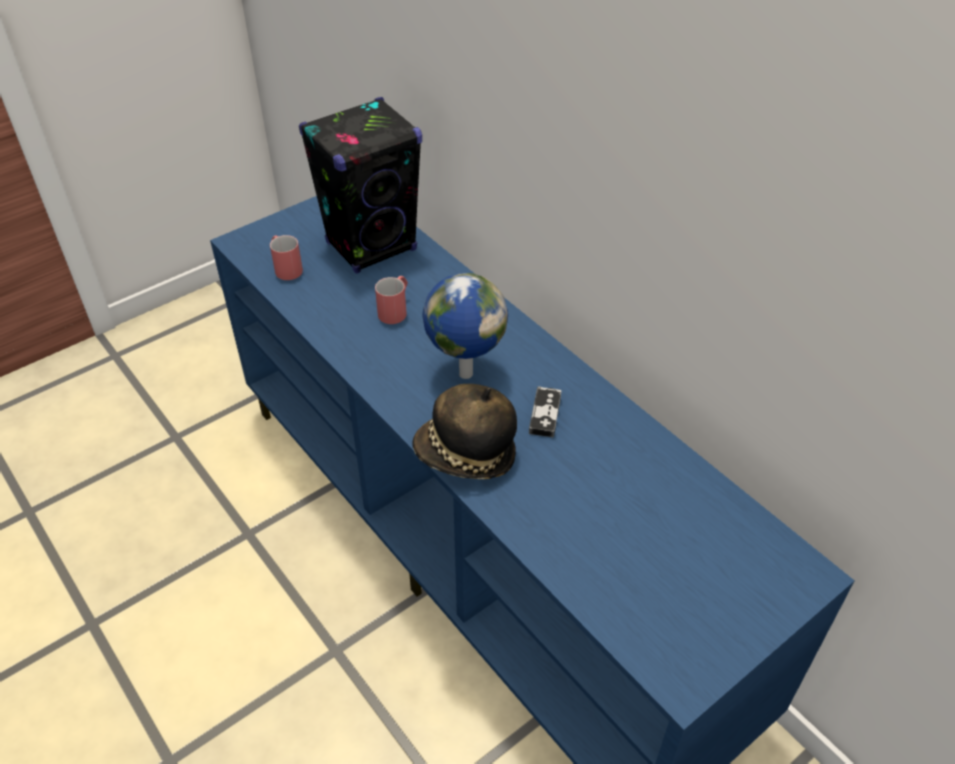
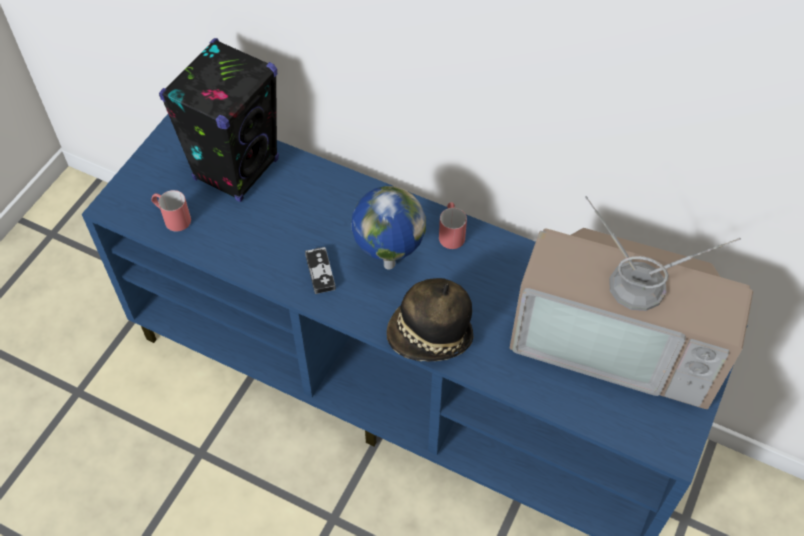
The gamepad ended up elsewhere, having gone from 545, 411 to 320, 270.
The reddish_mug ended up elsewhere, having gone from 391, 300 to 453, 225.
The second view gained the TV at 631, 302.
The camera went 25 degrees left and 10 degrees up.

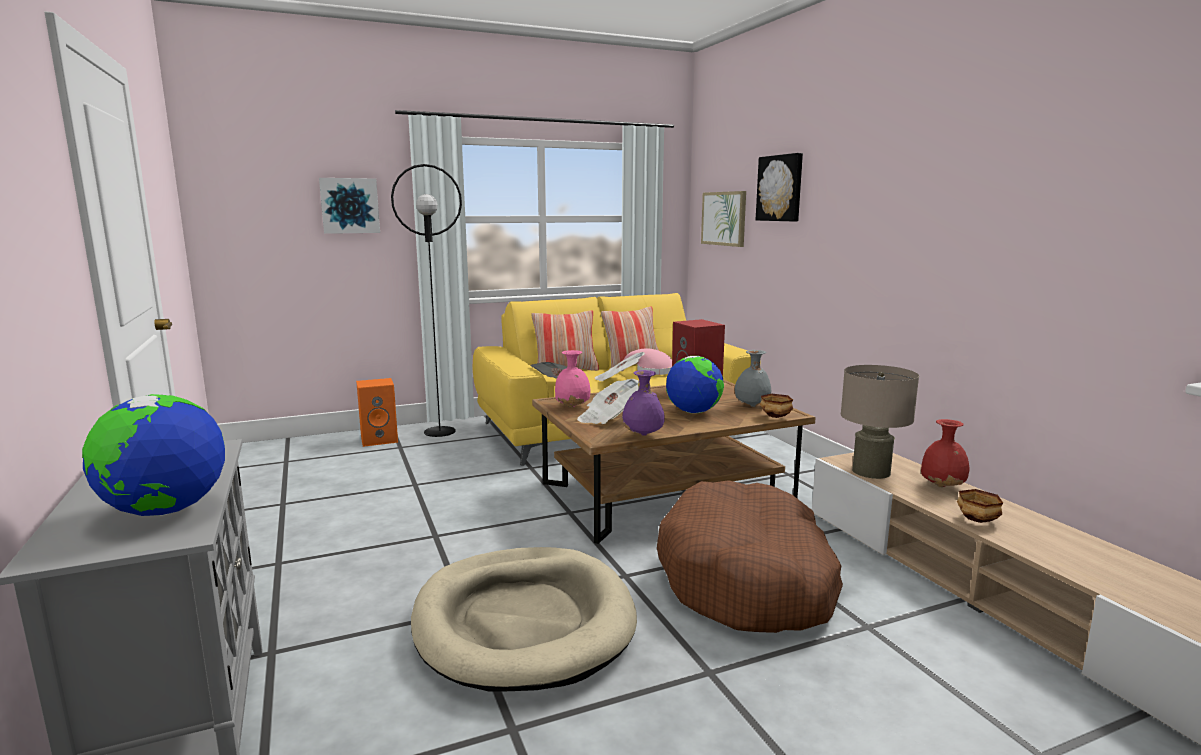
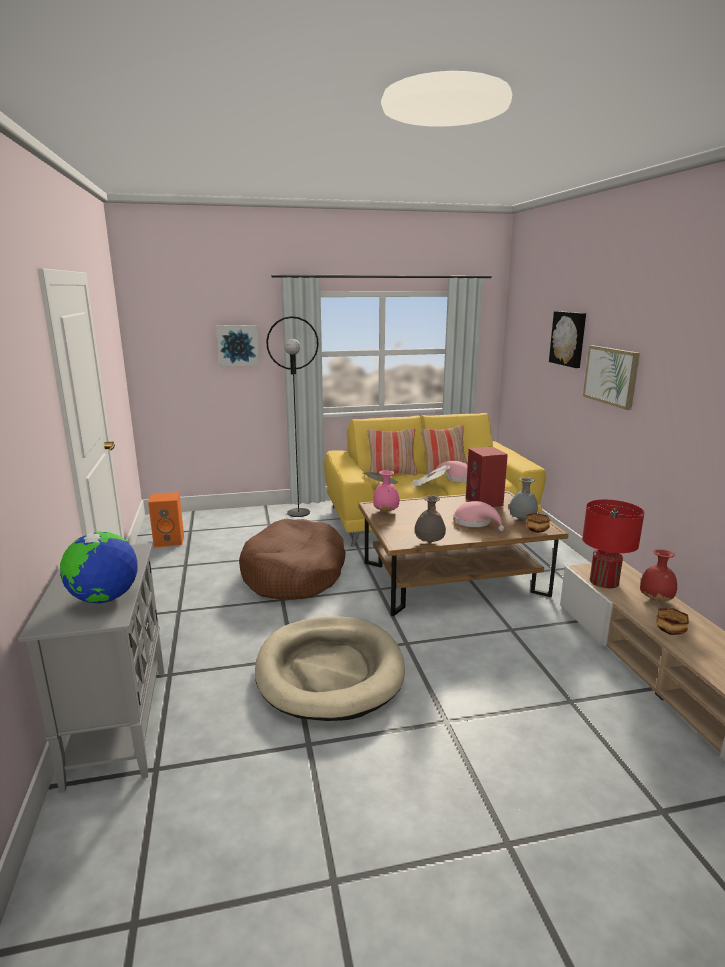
The orange_speaker ended up elsewhere, having gone from 377, 412 to 166, 519.
The brown-coloured_pet_bed ended up elsewhere, having gone from 750, 556 to 292, 558.
What was the purple-coloured_decorative_vase at 643, 403 turned into the gray_decorative_vase at 430, 519.
Where the globe stood at 695, 384, the pink_hat came to stand at 478, 516.
What was the beige_tabletop_lamp at 880, 422 turned into the reddish_tabletop_lamp at 613, 544.
The picture ended up elsewhere, having gone from 723, 219 to 611, 377.
The second view lost the newspaper at 608, 401.
The camera went 10 degrees right and 5 degrees up.

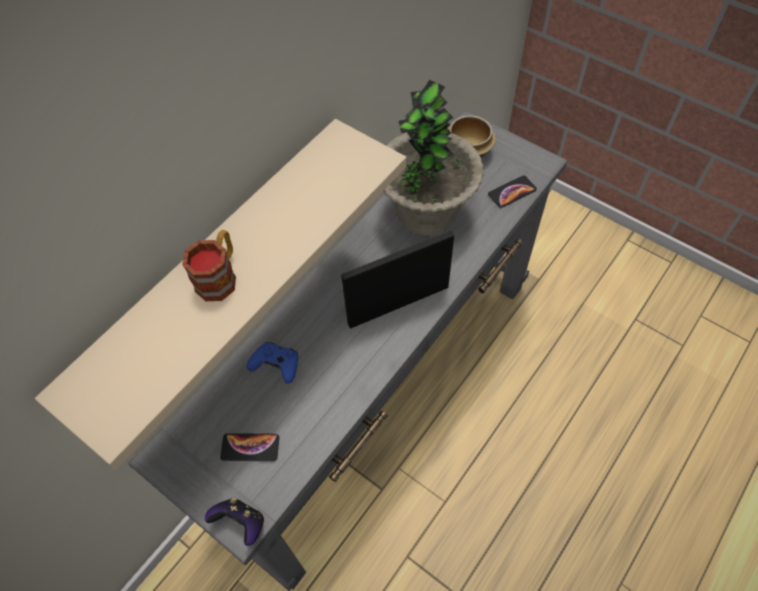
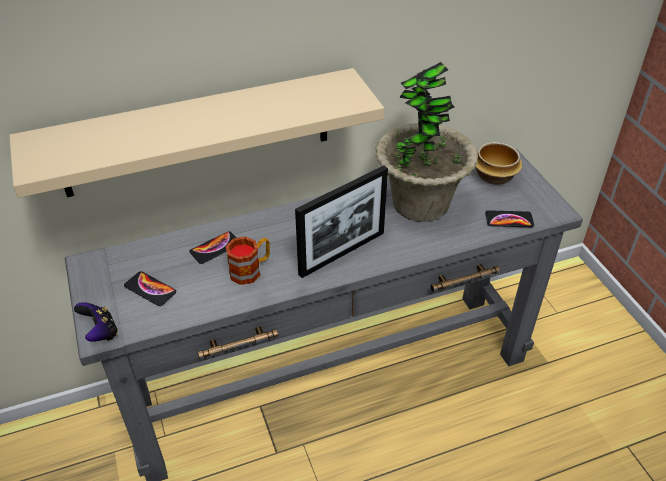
Where the blue_gamepad stood at 272, 363, the telephone came to stand at 213, 247.
The mug ended up elsewhere, having gone from 209, 265 to 248, 260.
The picture_frame at 397, 280 ended up facing another way, 135 degrees clockwise from before.
The camera went 30 degrees right and 15 degrees down.

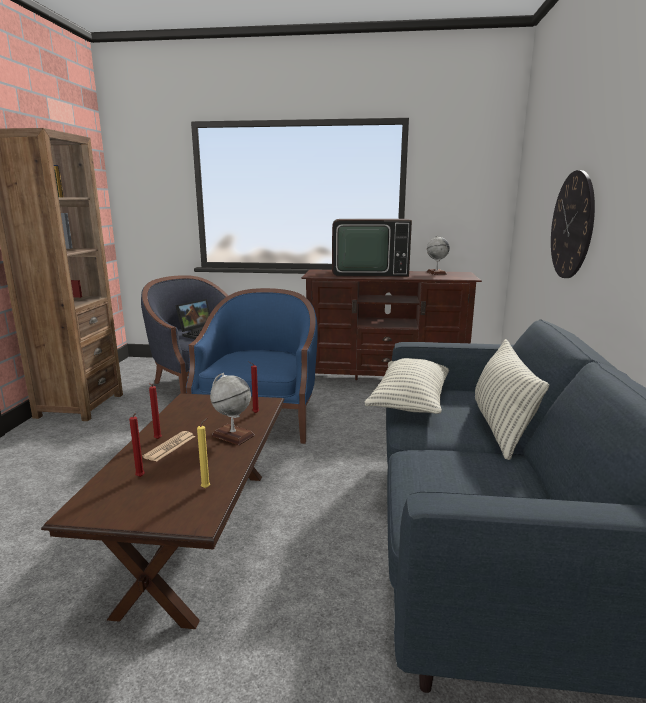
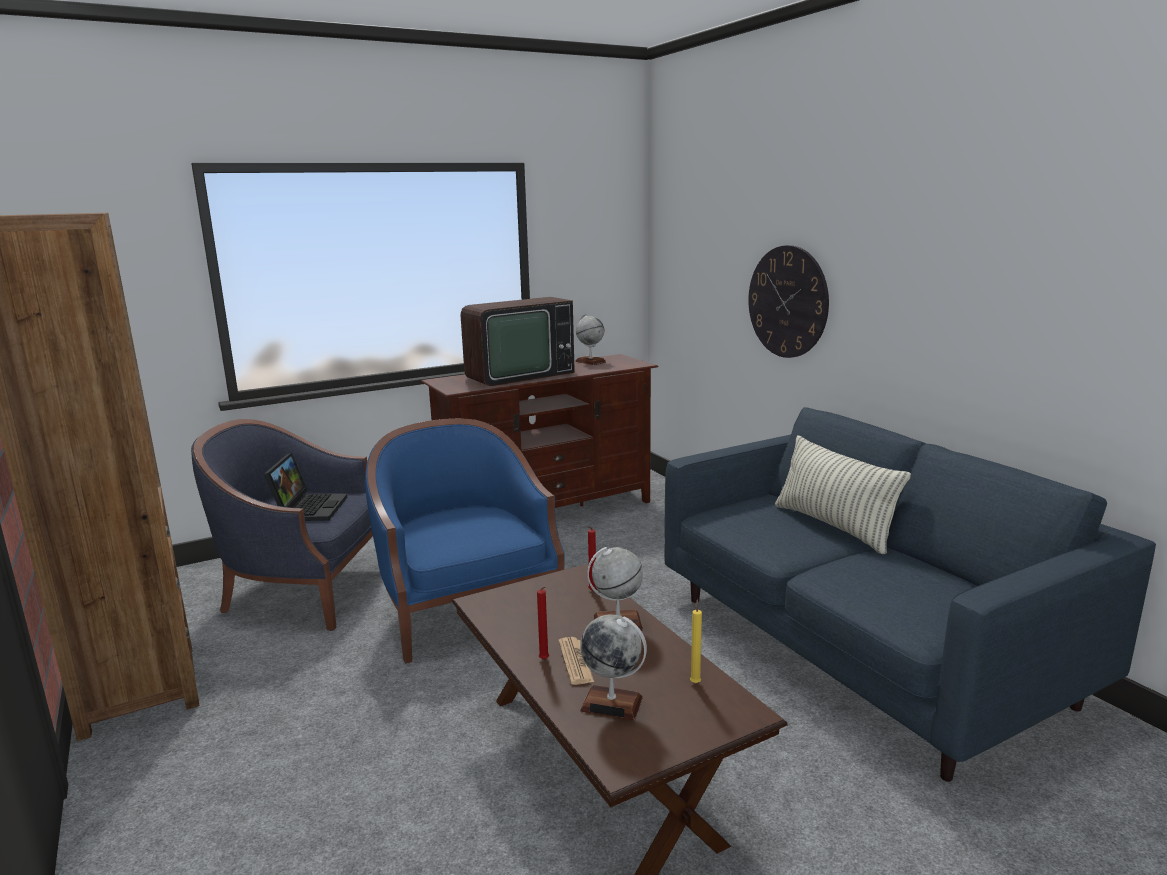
Where the reddish_candle stood at 137, 445, the globe came to stand at 613, 667.
The second view lost the cushion at 407, 386.
The camera went 35 degrees left and 0 degrees up.

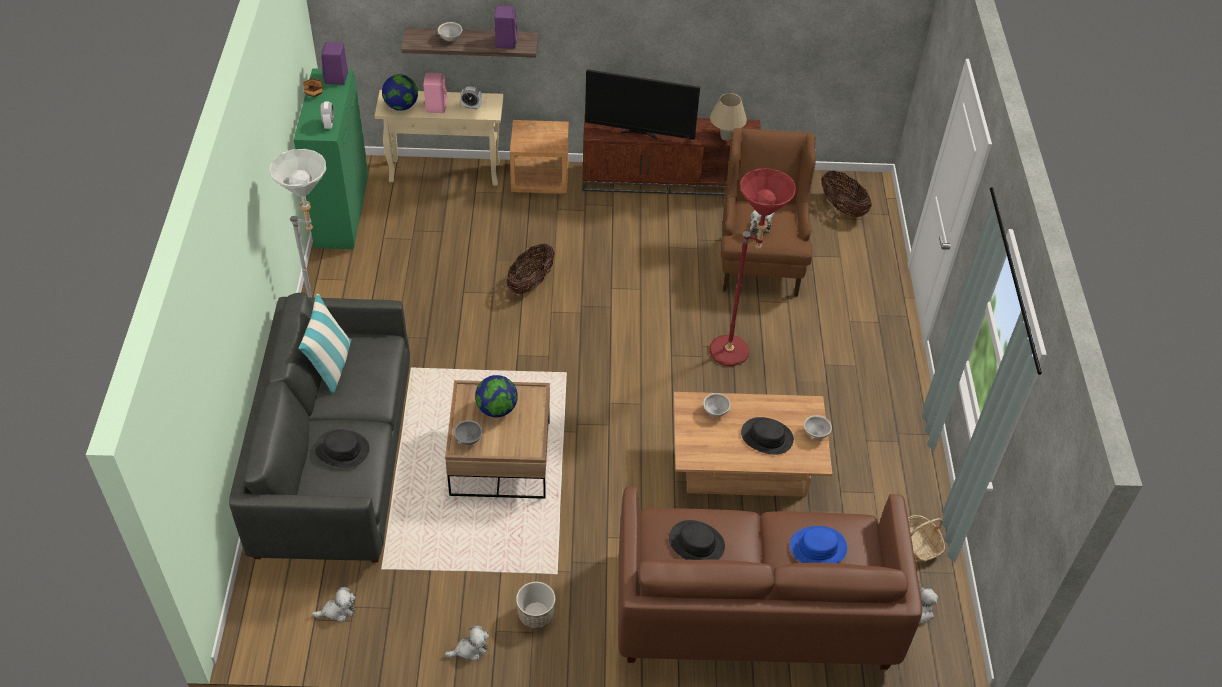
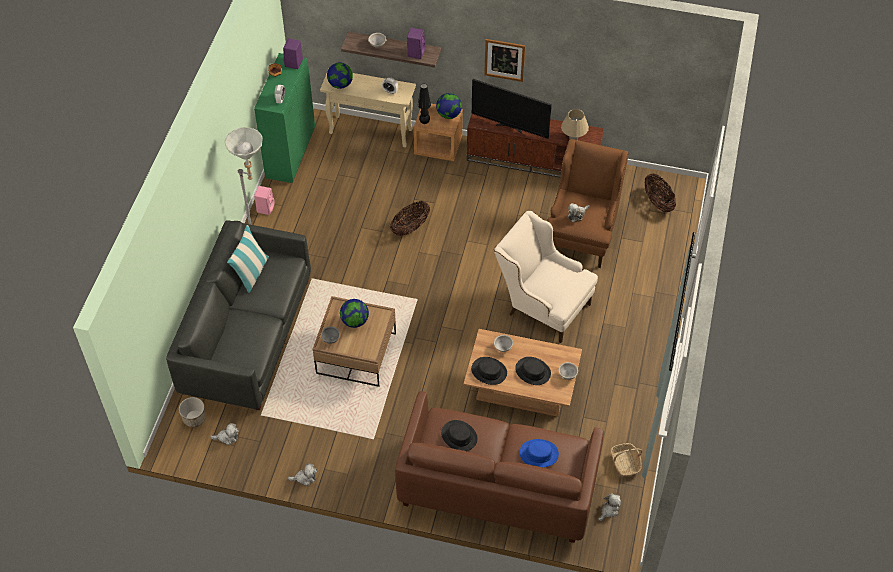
The plant_pot ended up elsewhere, having gone from 535, 605 to 192, 412.
The pink_speaker ended up elsewhere, having gone from 435, 93 to 264, 200.
The second view gained the black-coloured_tabletop_lamp at 424, 104.
The second view gained the globe at 449, 106.
The black-coloured_hat ended up elsewhere, having gone from 342, 448 to 489, 371.
The second view gained the picture at 504, 60.
Where the reddish_standing_lamp stood at 752, 267, the beige_easy_chair came to stand at 546, 276.
The camera went 15 degrees right and 5 degrees up.

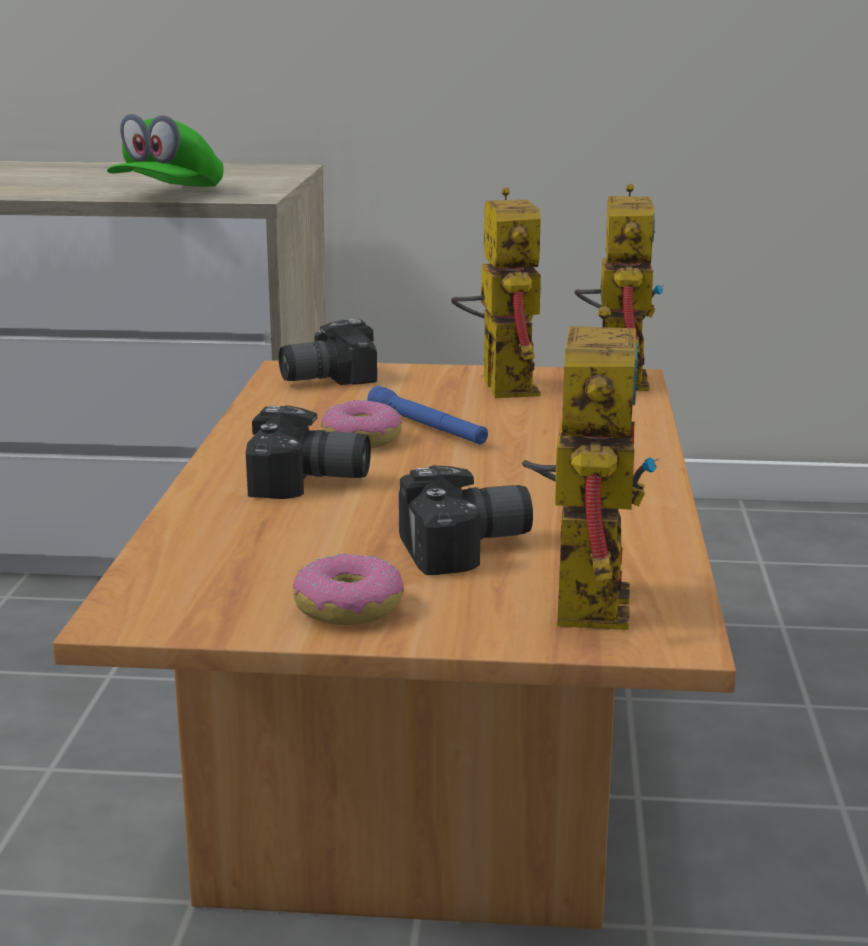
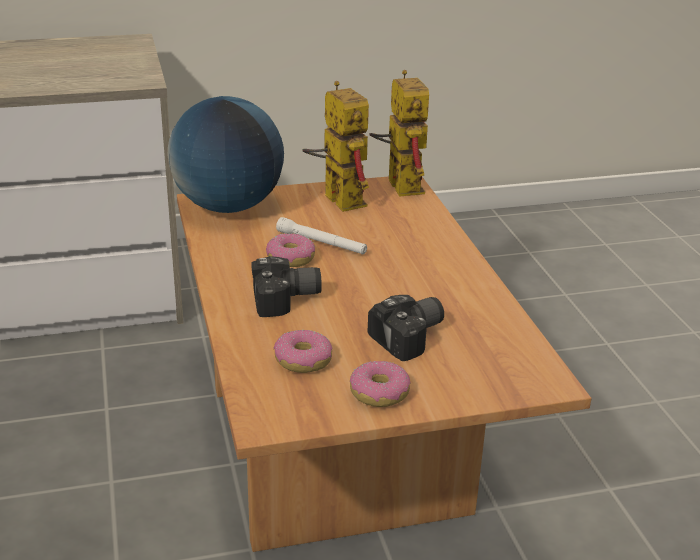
Where the photo_camera stood at 328, 352, the globe came to stand at 226, 154.
The second view gained the donut at 302, 351.
What was the blue_flashlight at 427, 415 turned into the white_flashlight at 321, 235.
The second view lost the greenish_peaked_cap at 165, 150.
The second view lost the toy_robot at 590, 468.
The camera went 20 degrees left and 10 degrees up.

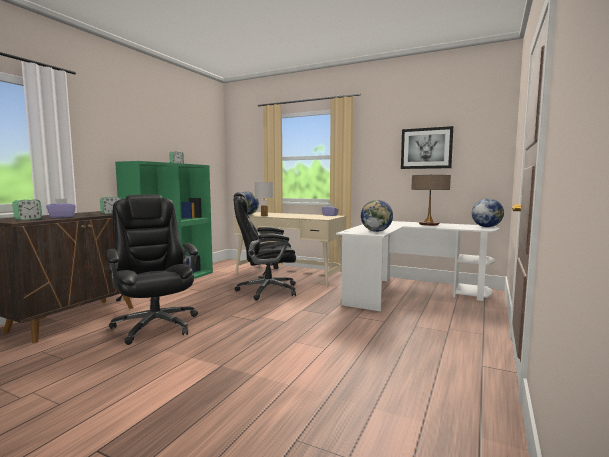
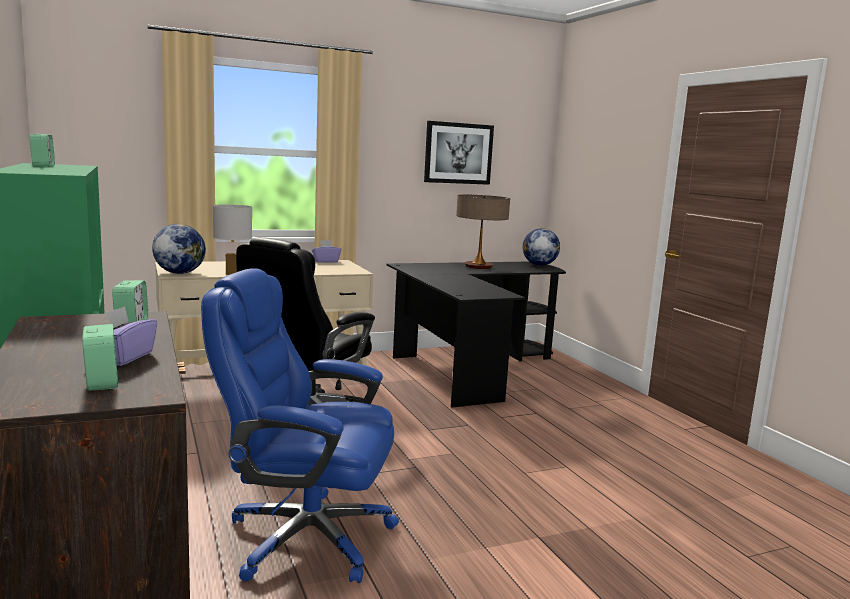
What was the black-coloured_office_chair at 152, 269 turned into the blue_office_chair at 300, 425.
What was the white_desk at 417, 266 turned into the black-coloured_desk at 476, 334.
The second view lost the globe at 377, 216.
The camera went 50 degrees left and 5 degrees up.

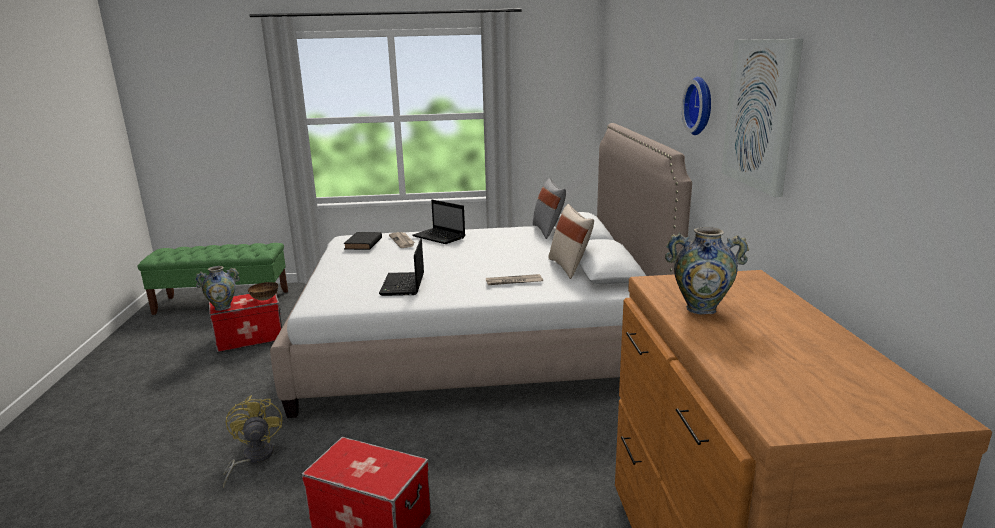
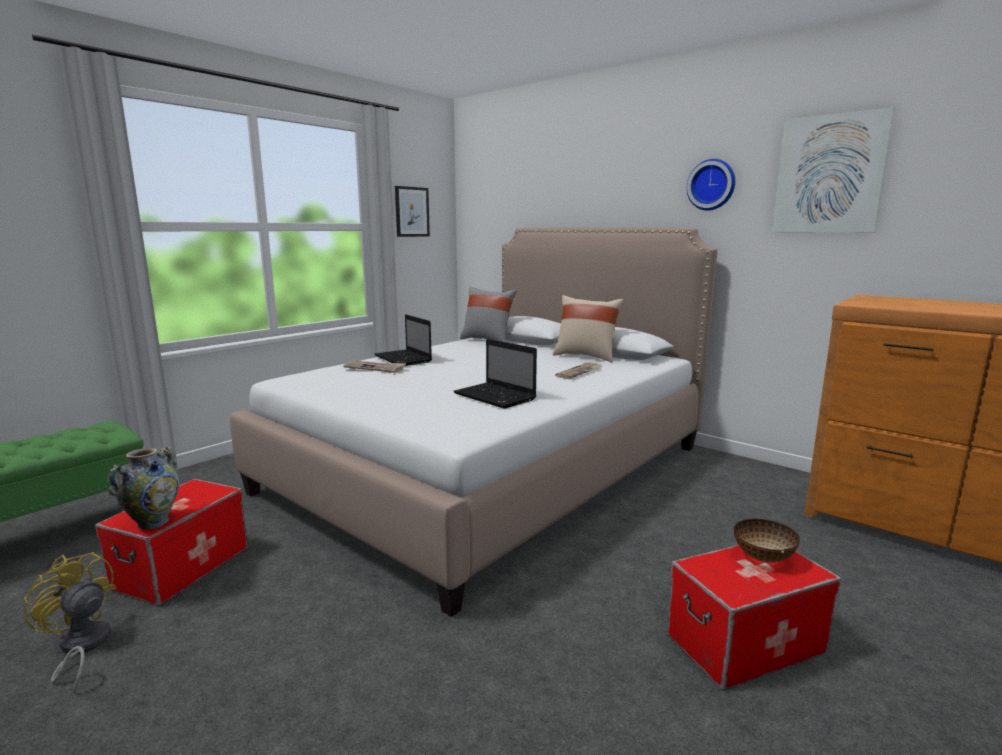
The yellowish_cooling_fan ended up elsewhere, having gone from 252, 441 to 70, 623.
The laptop at 439, 222 ended up facing another way, 60 degrees clockwise from before.
The second view gained the picture at 412, 211.
The serving_bowl ended up elsewhere, having gone from 263, 291 to 767, 541.
The second view lost the black-coloured_book at 363, 241.
The second view lost the decorative_vase at 707, 271.
The camera went 45 degrees left and 5 degrees down.

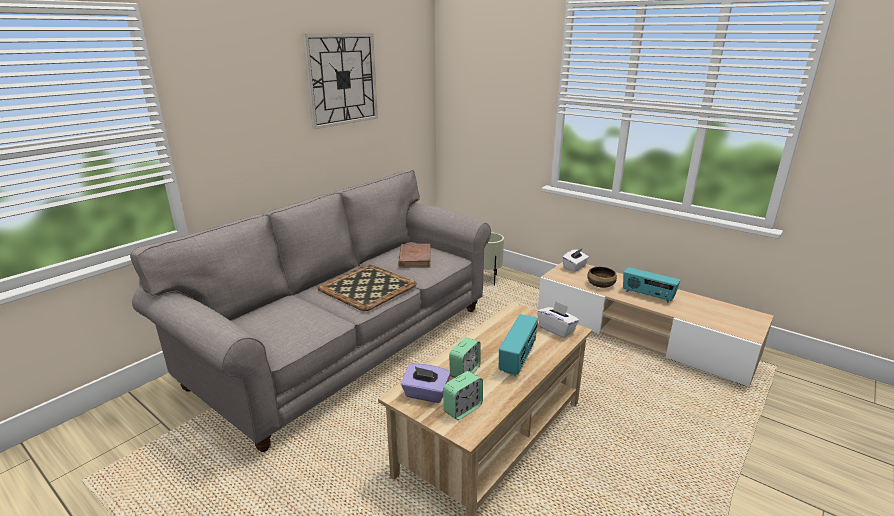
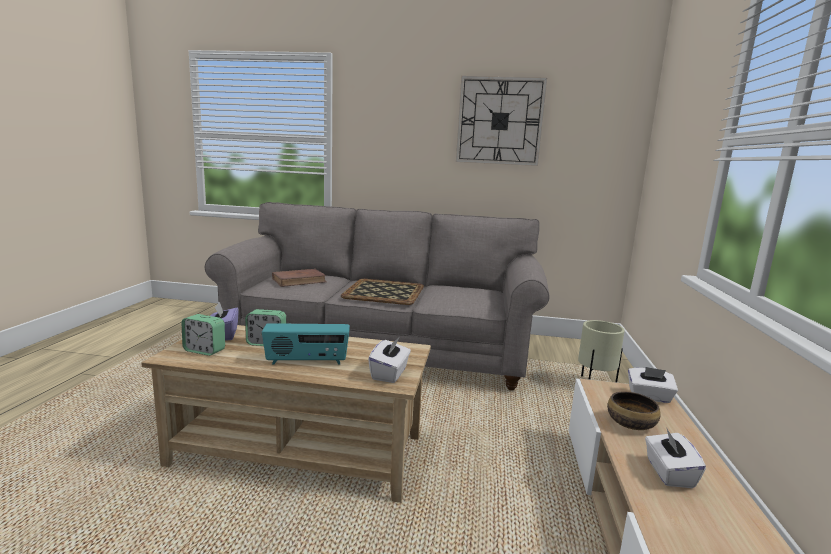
The brown-coloured_book ended up elsewhere, having gone from 414, 256 to 299, 278.
Where the radio stood at 651, 285, the white_box_of_tissues came to stand at 675, 458.
The camera went 60 degrees right and 10 degrees down.

